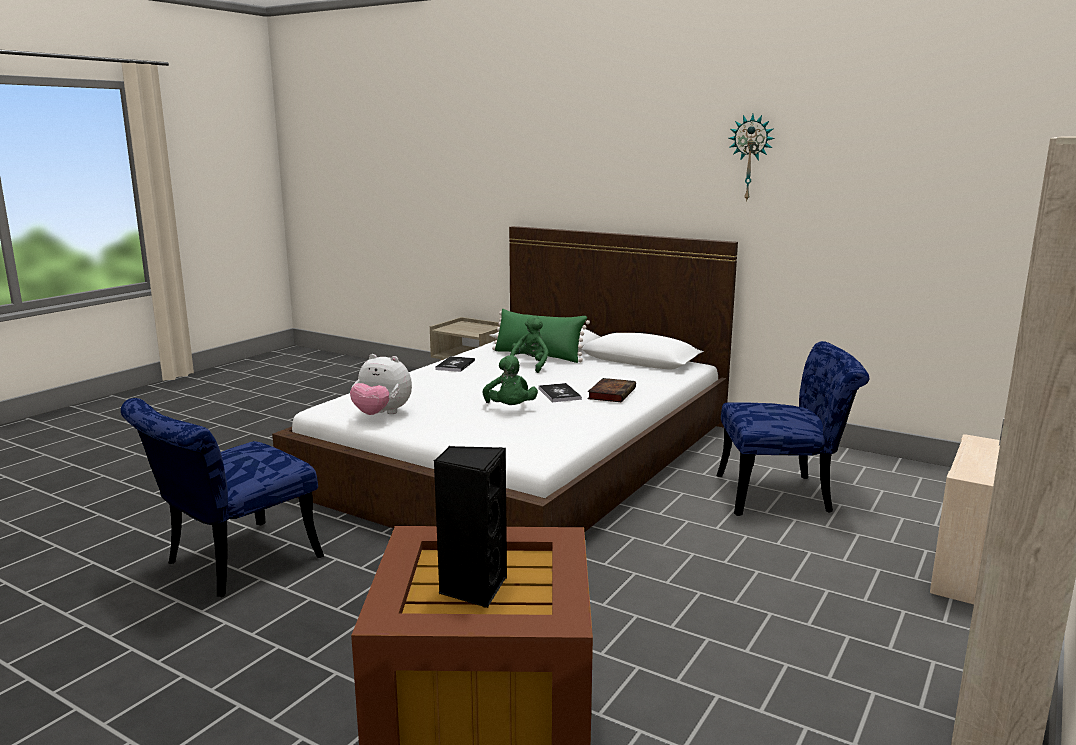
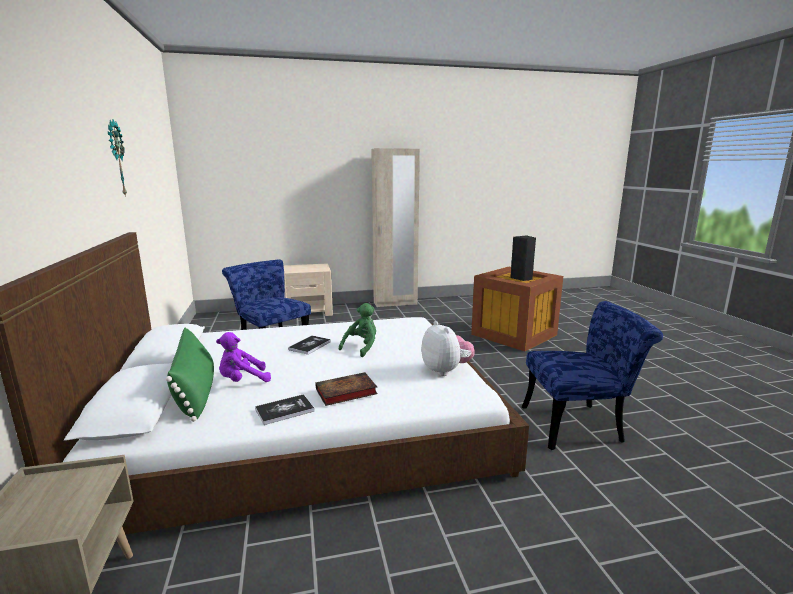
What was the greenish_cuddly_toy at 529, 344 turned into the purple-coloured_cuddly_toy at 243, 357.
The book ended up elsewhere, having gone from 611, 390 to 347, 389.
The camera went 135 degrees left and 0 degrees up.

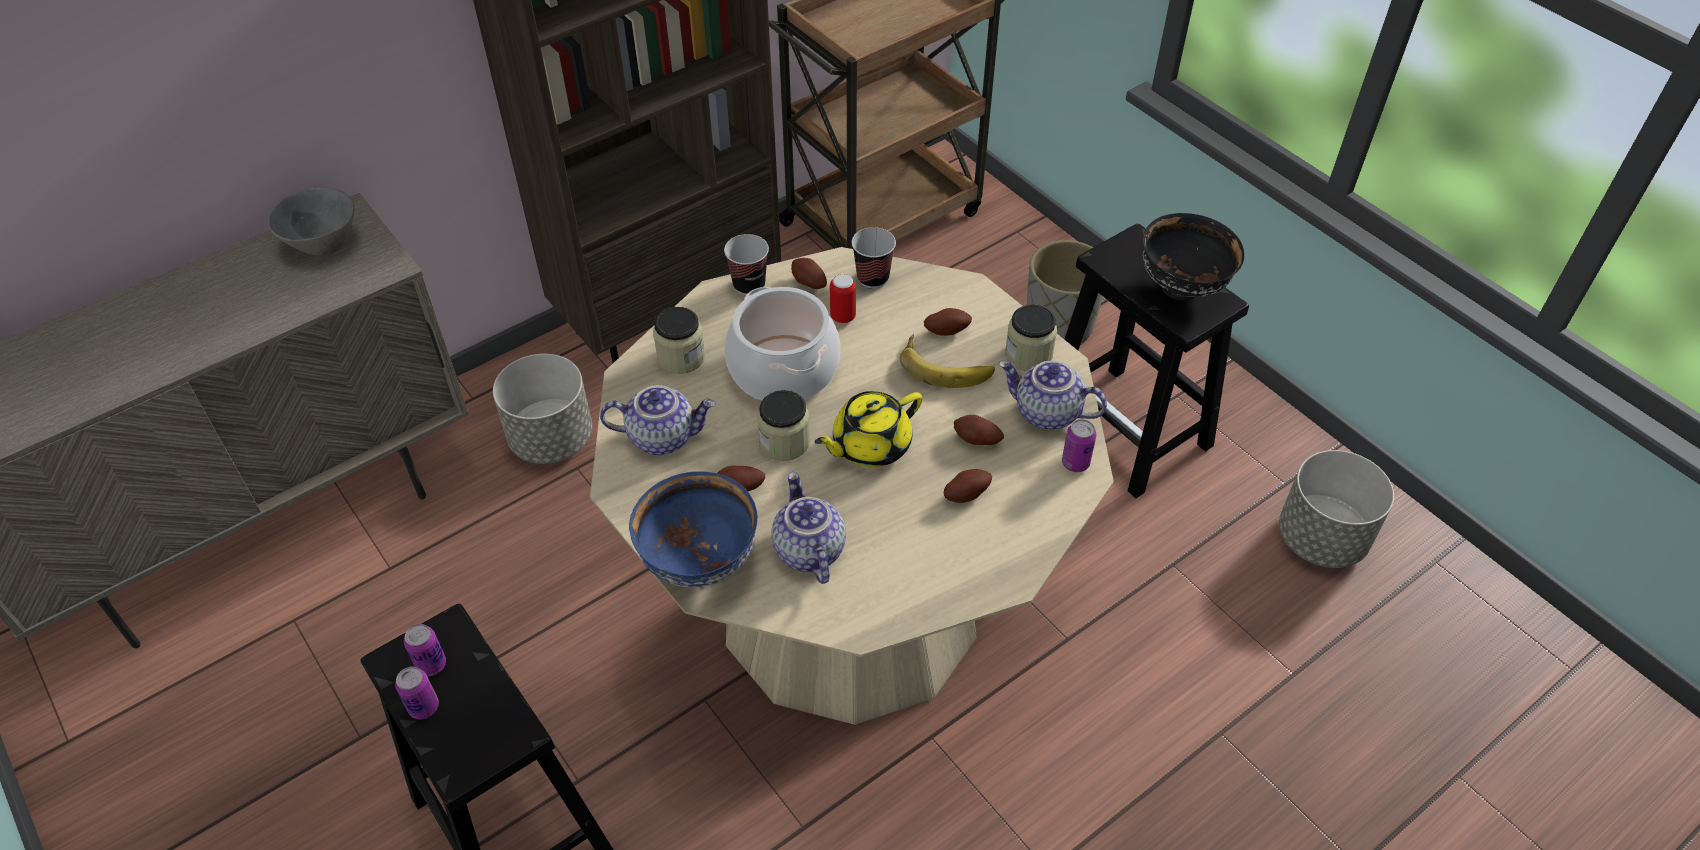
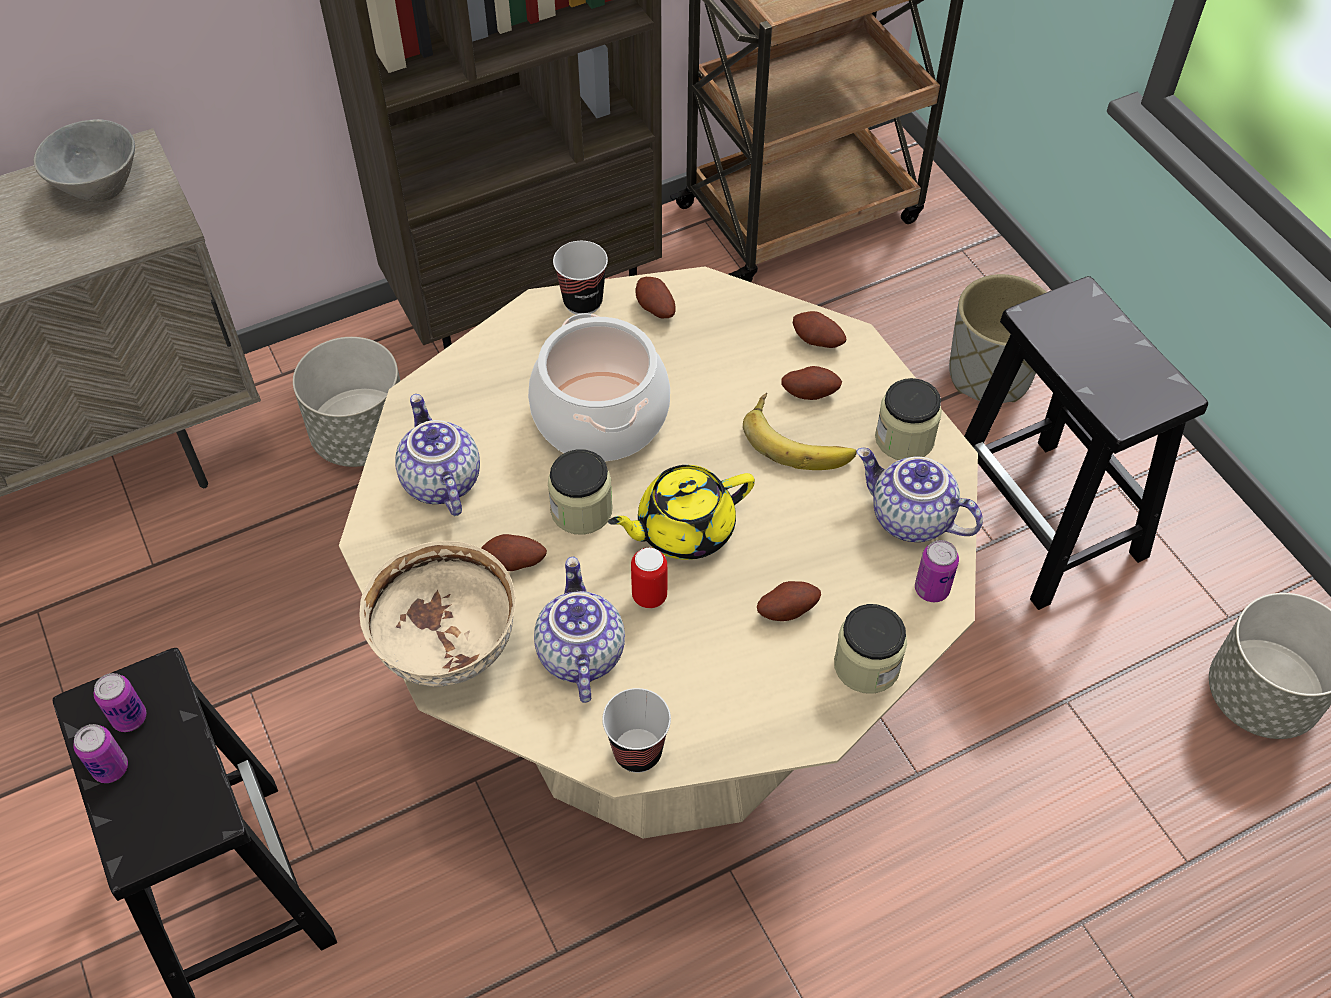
What was the blue_serving_bowl at 693, 529 turned into the beige_serving_bowl at 438, 614.
The pot_for_tea at 658, 420 ended up facing another way, 120 degrees counterclockwise from before.
The small_cup ended up elsewhere, having gone from 874, 258 to 636, 730.
The can ended up elsewhere, having gone from 843, 298 to 649, 577.
The potato ended up elsewhere, having gone from 979, 430 to 819, 329.
The jar ended up elsewhere, having gone from 679, 340 to 870, 649.
The second view lost the black-coloured_serving_bowl at 1194, 257.
The camera went 10 degrees right and 5 degrees up.

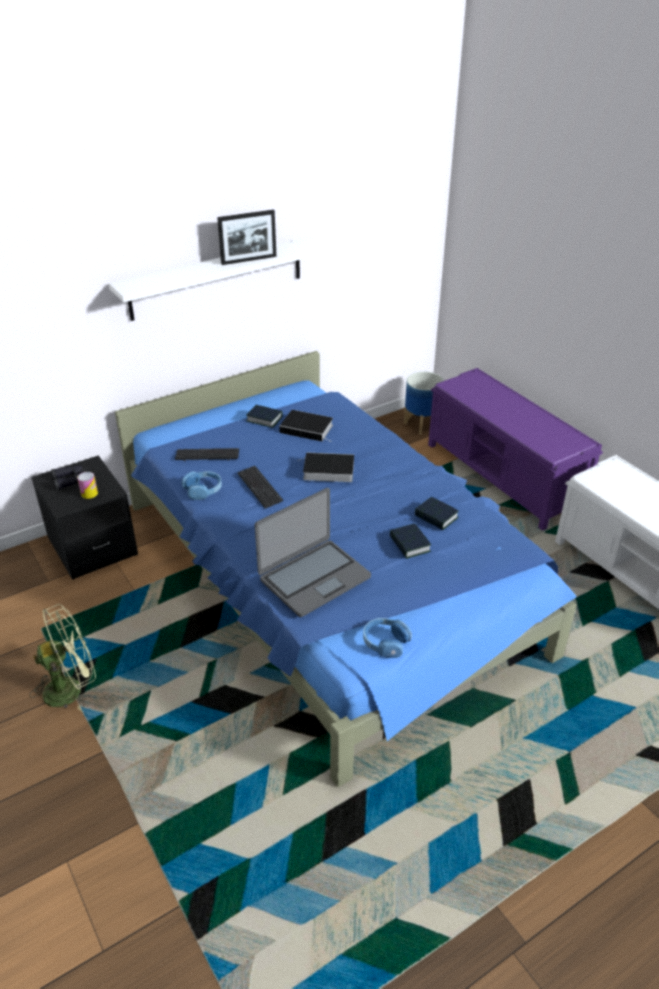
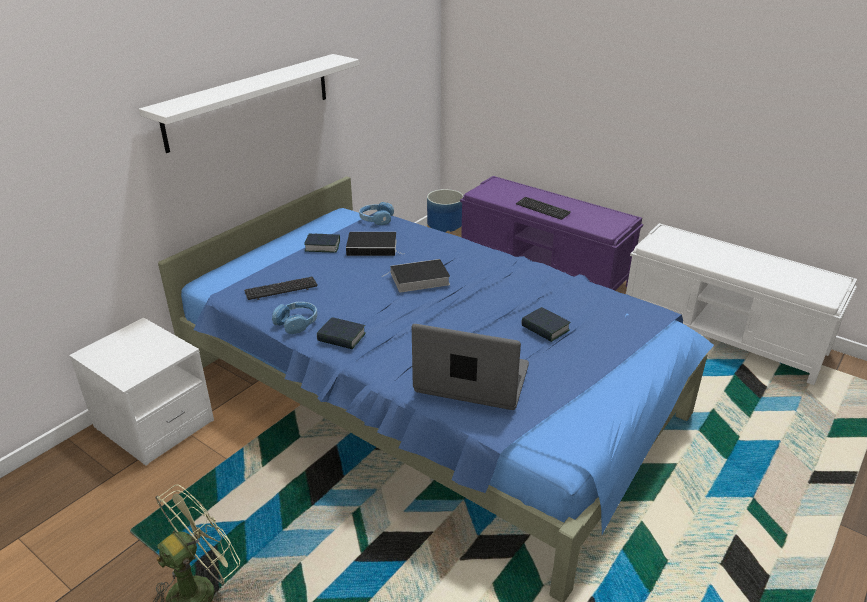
What was the black-coloured_nightstand at 84, 517 turned into the white_nightstand at 141, 391.
The book ended up elsewhere, having gone from 437, 513 to 341, 333.
The blue_headset ended up elsewhere, having gone from 387, 638 to 376, 213.
The laptop at 313, 552 ended up facing another way, 105 degrees counterclockwise from before.
The computer_keyboard ended up elsewhere, having gone from 260, 487 to 543, 208.
The second view lost the black-coloured_binoculars at 70, 477.
The second view lost the can at 87, 485.
The second view lost the picture_frame at 246, 237.
The camera went 20 degrees left and 5 degrees down.

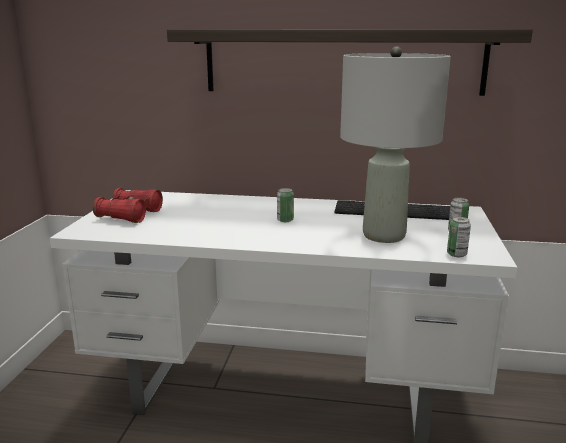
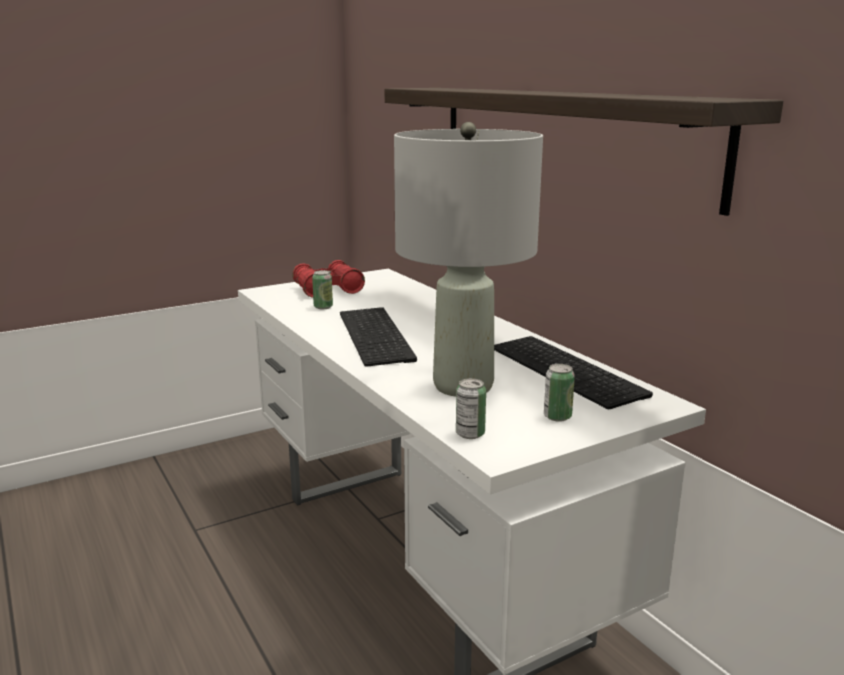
The can ended up elsewhere, having gone from 285, 205 to 322, 289.
The second view gained the computer_keyboard at 378, 337.
The camera went 50 degrees right and 0 degrees up.

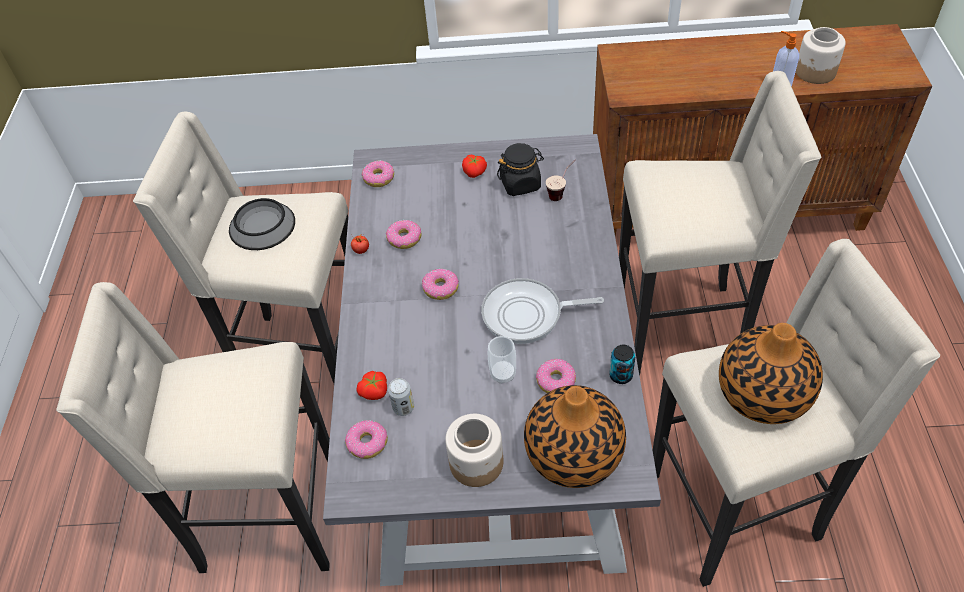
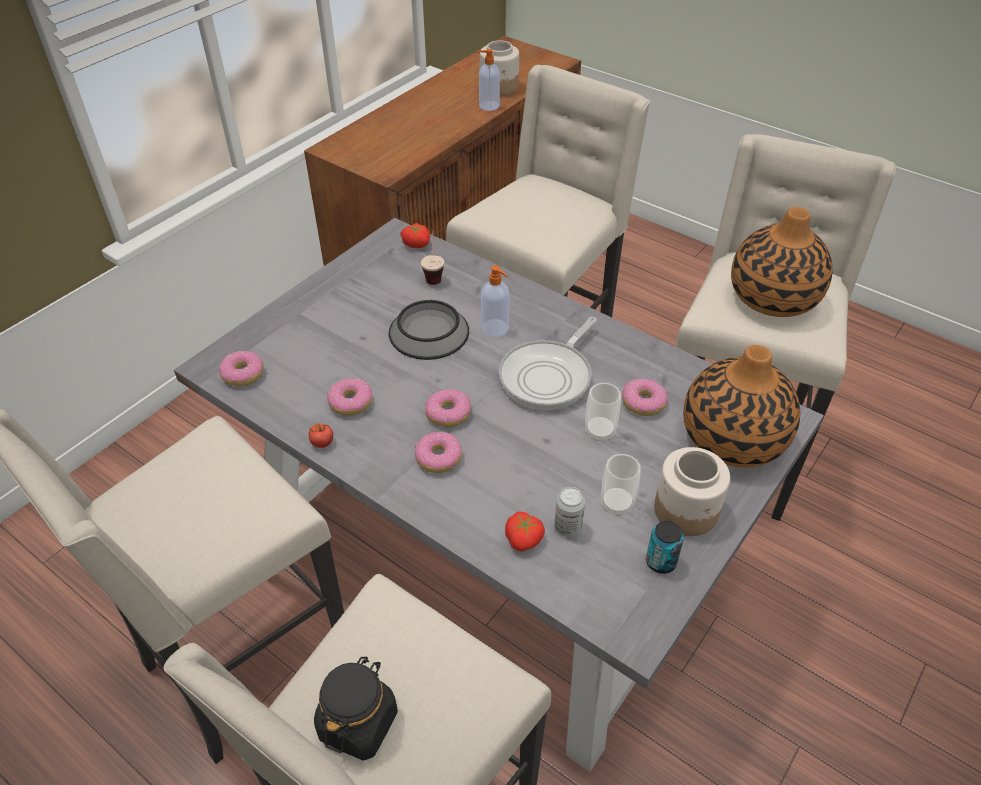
The black-coloured_jar ended up elsewhere, having gone from 520, 169 to 356, 708.
The serving_bowl ended up elsewhere, having gone from 262, 224 to 429, 330.
The fresh_tomato ended up elsewhere, having gone from 474, 166 to 415, 235.
The donut ended up elsewhere, having gone from 366, 439 to 438, 452.
The second view gained the soap_bottle at 495, 301.
The second view gained the small_cup at 621, 485.
The can ended up elsewhere, having gone from 622, 364 to 665, 547.
The camera went 55 degrees left and 5 degrees down.

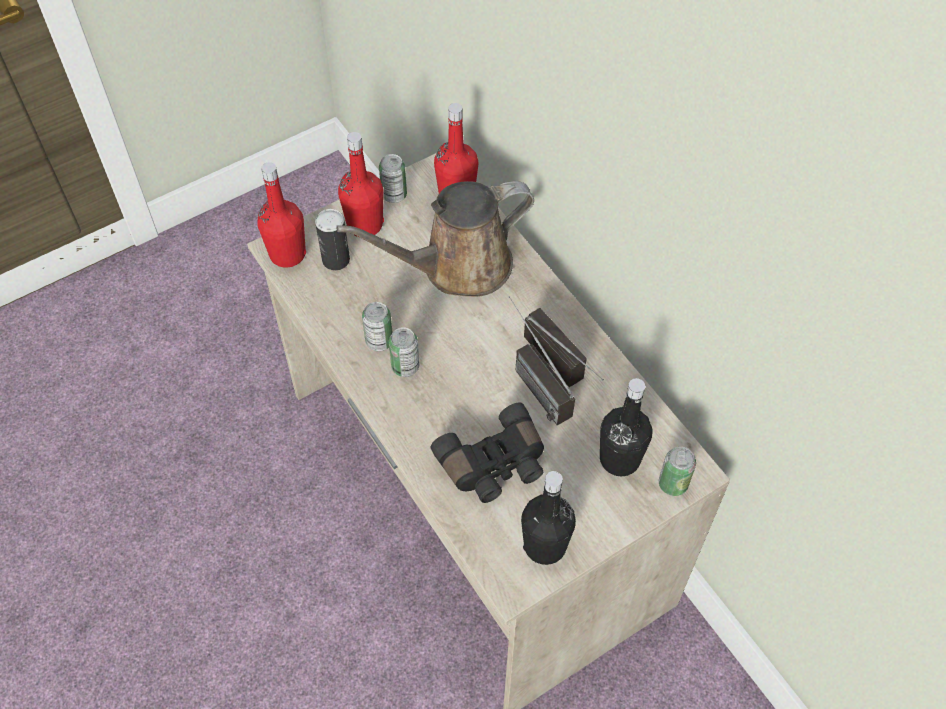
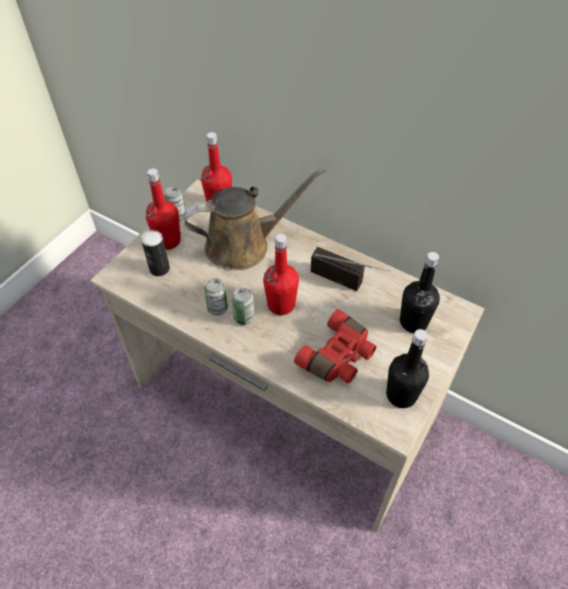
The brown-coloured_sprinkling_can at 435, 239 ended up facing another way, 150 degrees counterclockwise from before.
The reddish_drink_bottle ended up elsewhere, having gone from 281, 215 to 281, 274.
What was the black-coloured_binoculars at 487, 452 turned into the reddish_binoculars at 335, 346.
The second view lost the radio at 541, 360.
The second view lost the can at 677, 471.
The camera went 25 degrees left and 5 degrees down.

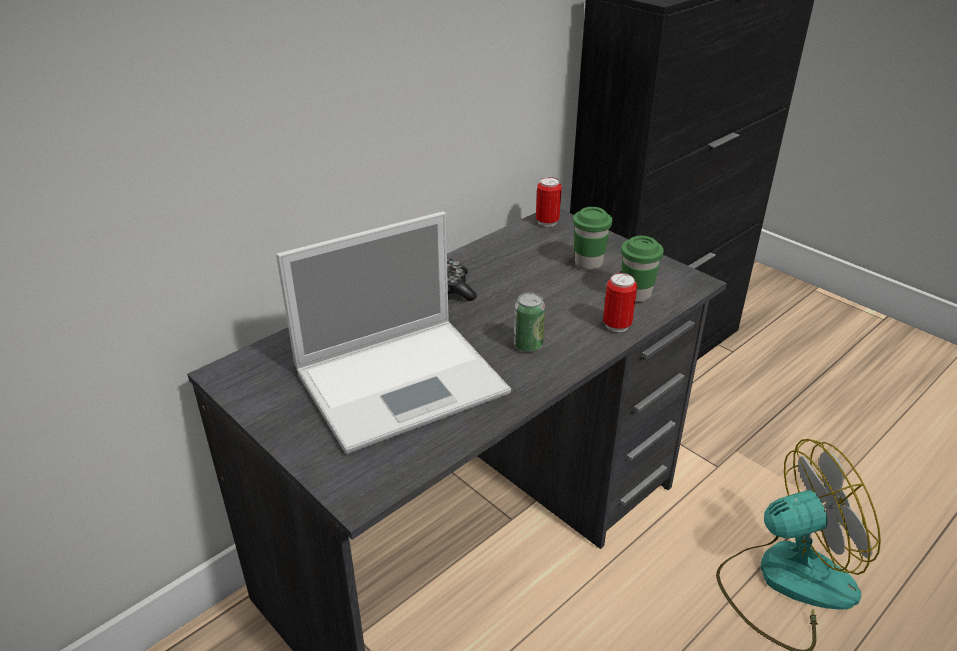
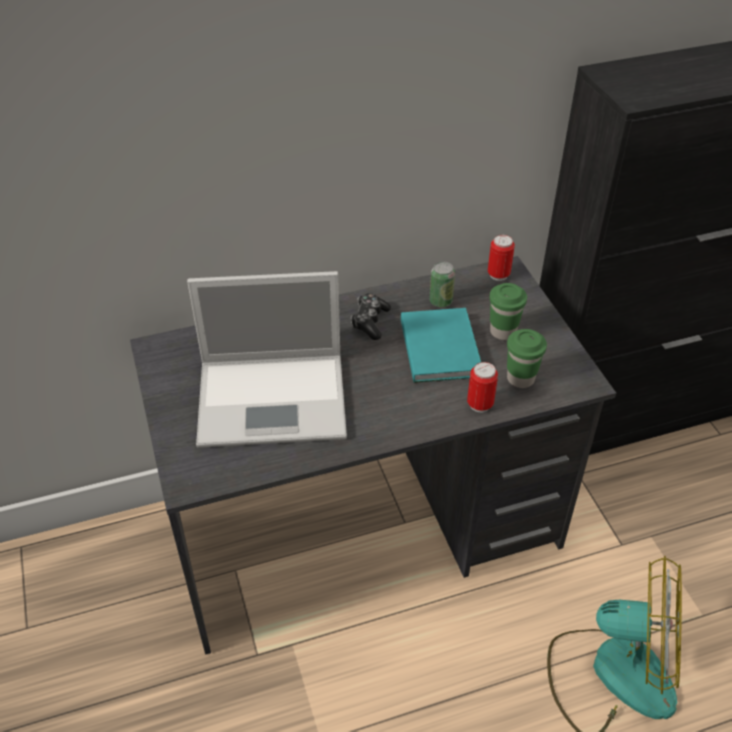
The second view gained the blue-green_book at 441, 345.
The can ended up elsewhere, having gone from 529, 322 to 442, 284.
The camera went 25 degrees right and 10 degrees up.

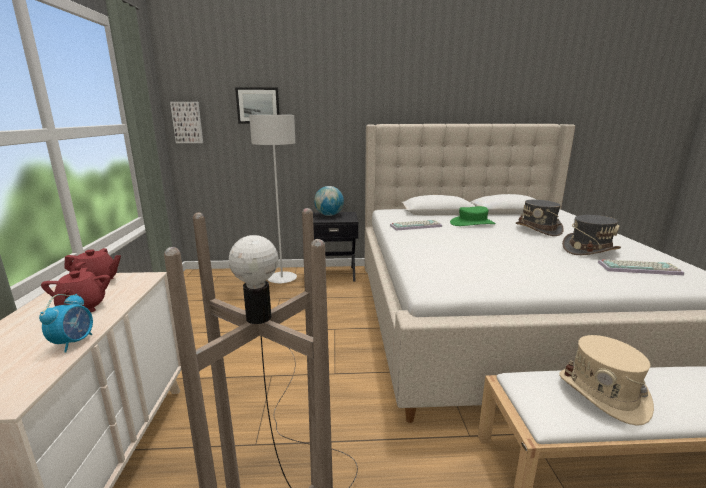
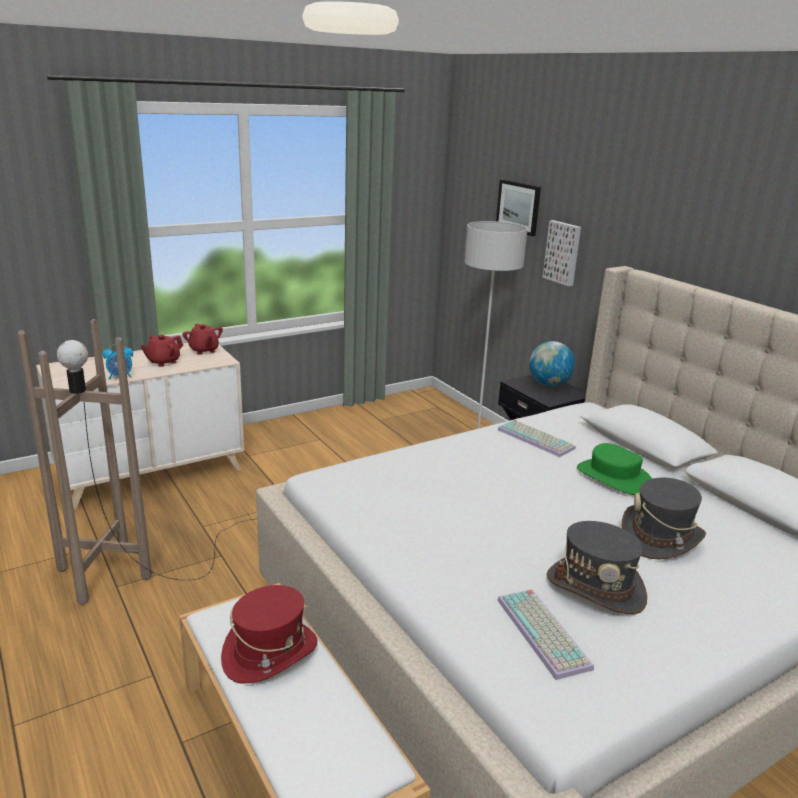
What was the beige_hat at 606, 380 turned into the reddish_hat at 269, 634.
The picture ended up elsewhere, having gone from 186, 122 to 561, 253.
The camera went 60 degrees right and 5 degrees up.

